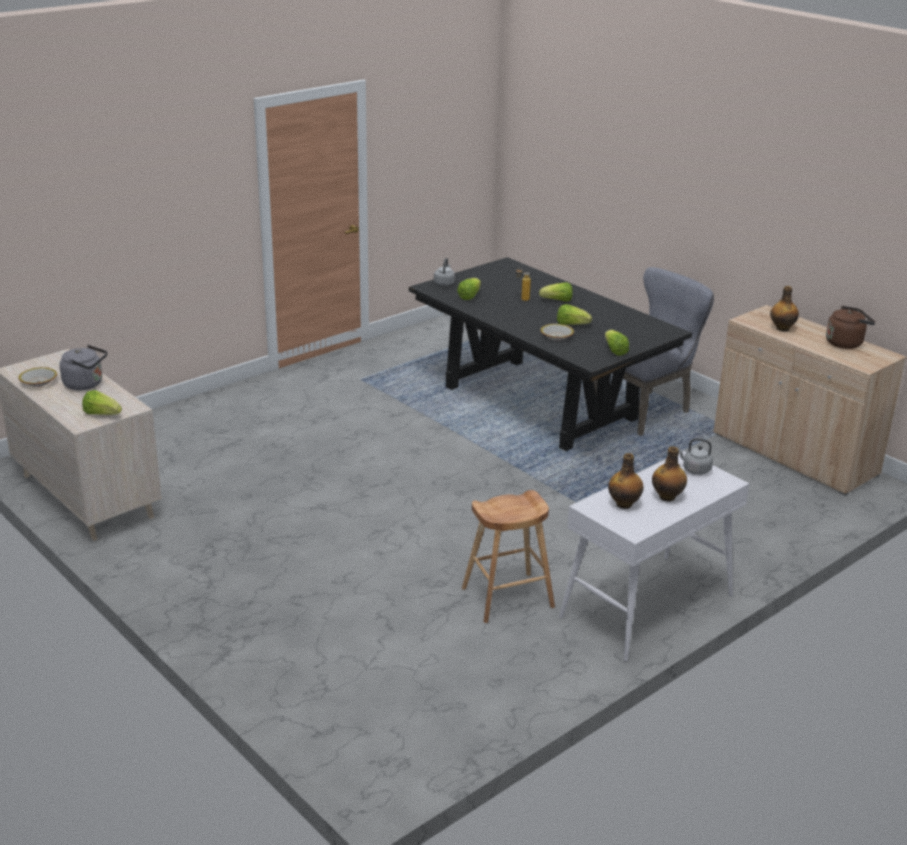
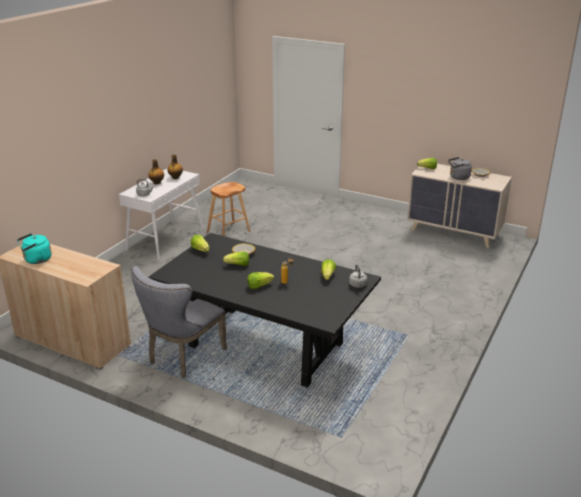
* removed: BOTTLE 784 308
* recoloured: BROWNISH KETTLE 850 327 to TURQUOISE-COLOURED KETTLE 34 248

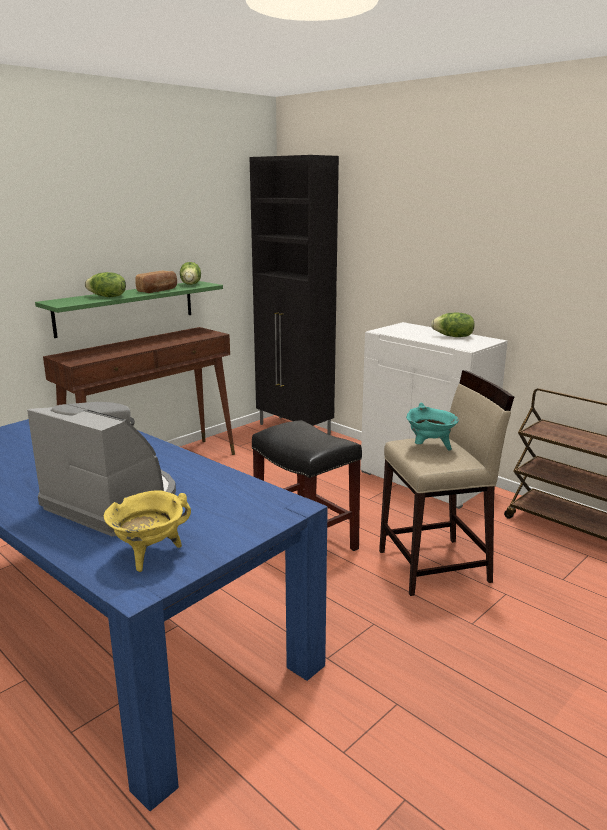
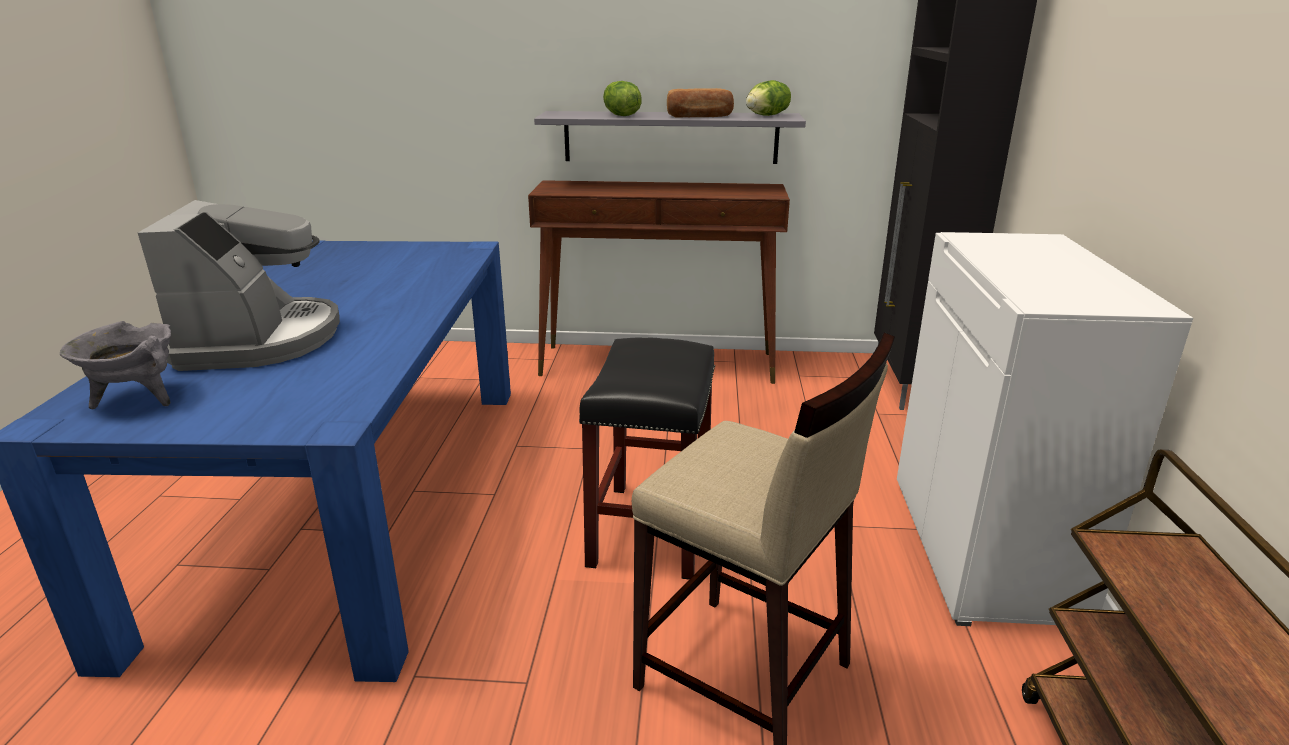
* recoloured: GREEN-COLOURED SHELF 129 309 to GREY SHELF 670 137
* removed: LETTUCE HEAD 453 325
* removed: TURQUOISE-COLOURED COOKING POT 432 426
* recoloured: YELLOW COOKING POT 147 531 to GREY COOKING POT 115 365

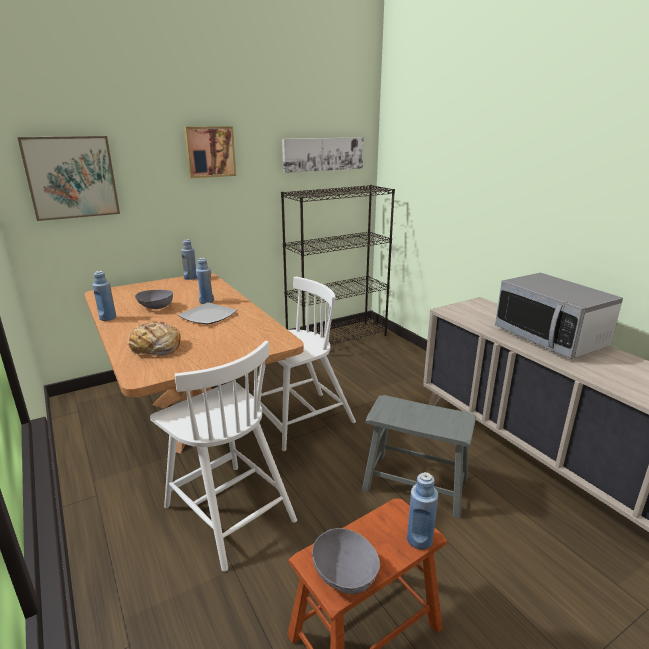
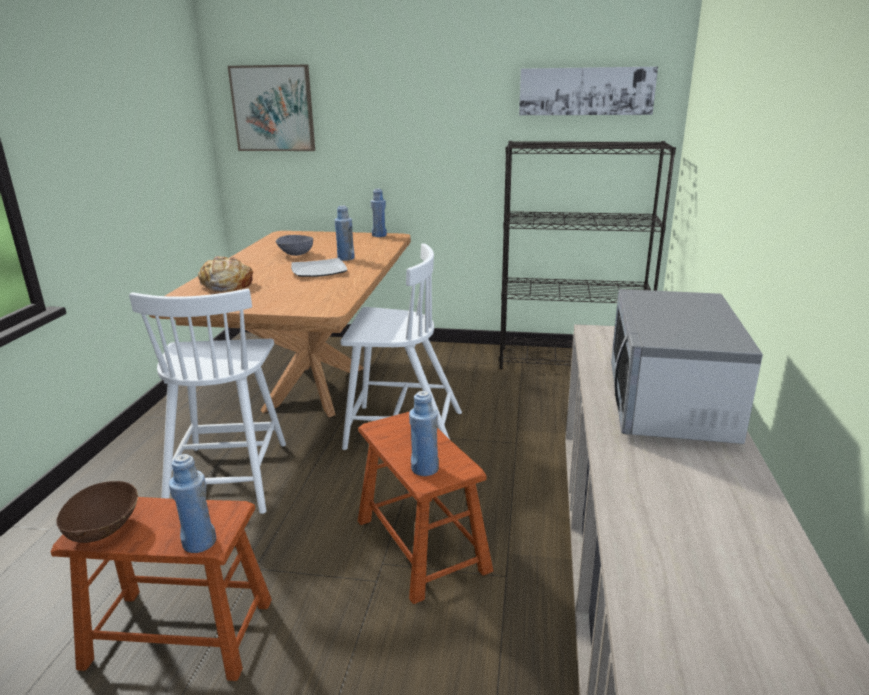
* removed: PICTURE 210 152
* moved: BLUISH BOTTLE 104 296 to 424 433
* recoloured: GREY SITTING STOOL 419 456 to BROWNISH SITTING STOOL 425 508
* recoloured: GREY SERVING BOWL 346 561 to BROWNISH SERVING BOWL 97 512

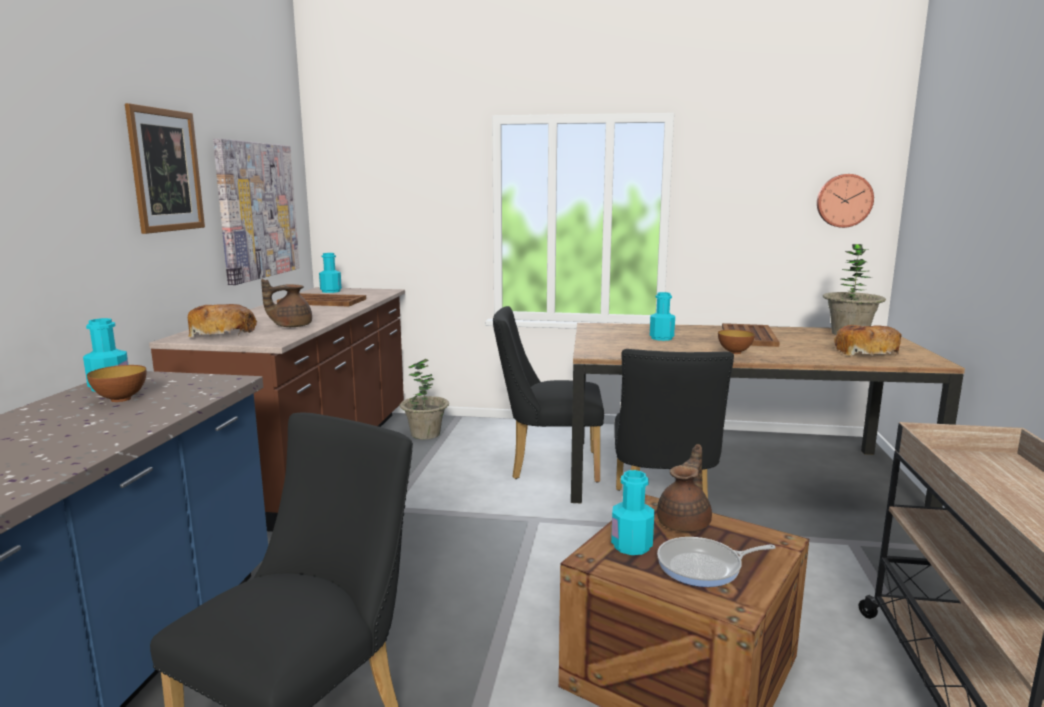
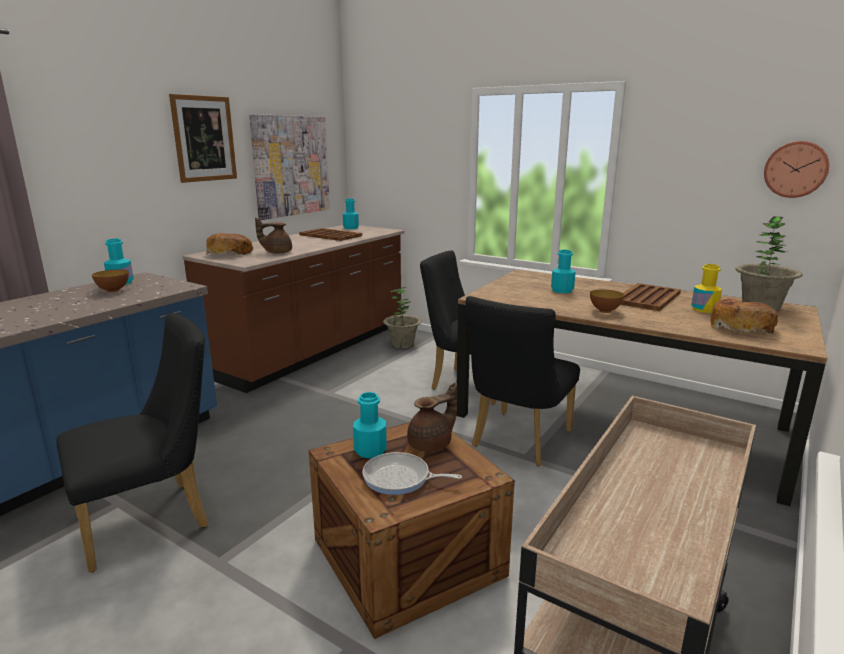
* added: YELLOW BOTTLE 706 288

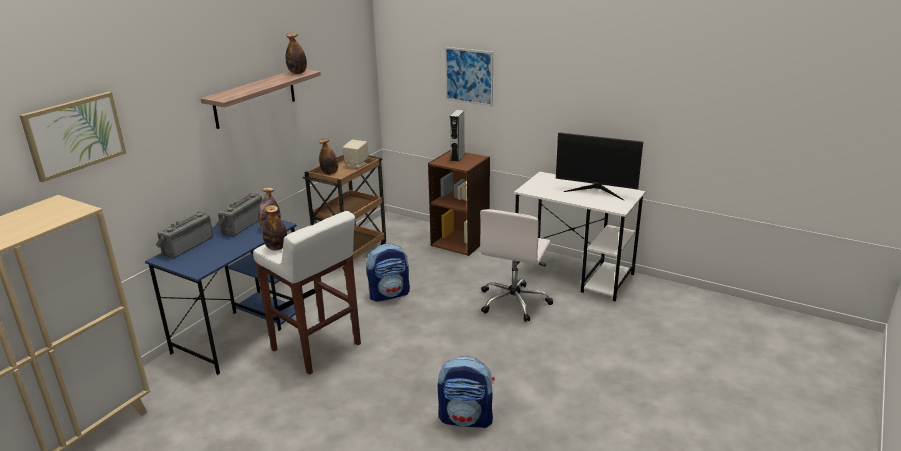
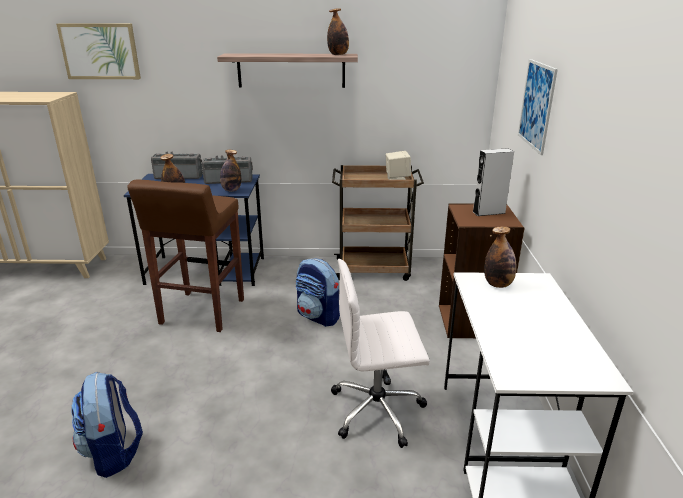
* removed: MONITOR 599 166
* moved: BOTTLE 328 156 to 500 257
* recoloured: WHITE-COLOURED SITTING STOOL 307 293 to BROWNISH SITTING STOOL 185 255

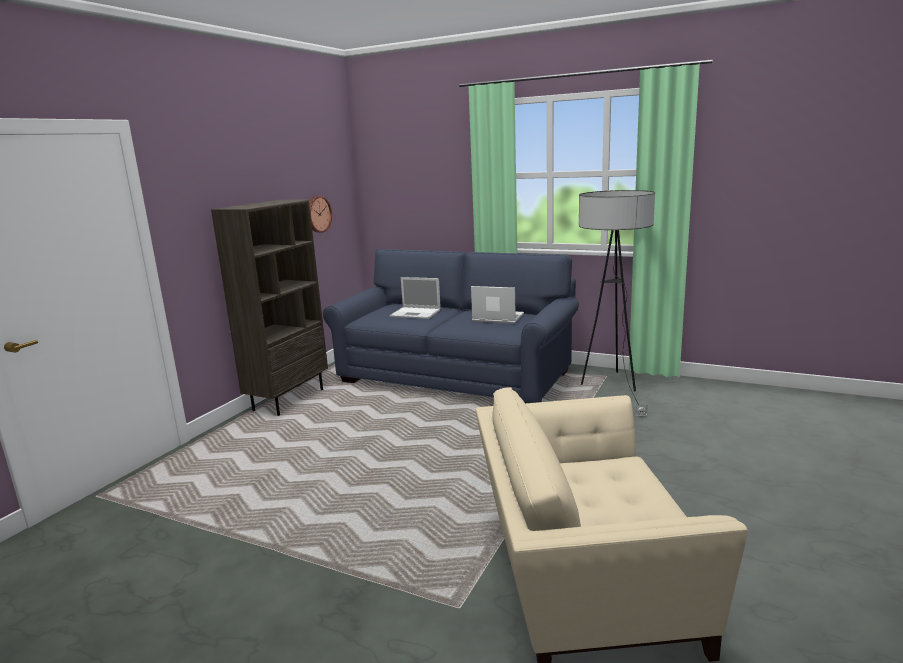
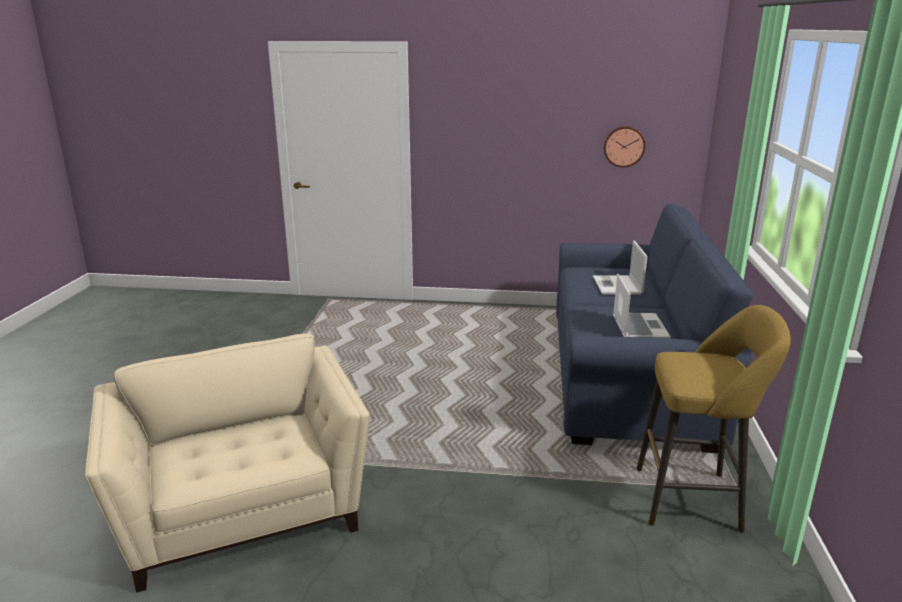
* replaced: STANDING LAMP 617 303 to YELLOW SITTING STOOL 713 418
* removed: BROWNISH BOOKSHELF 269 307

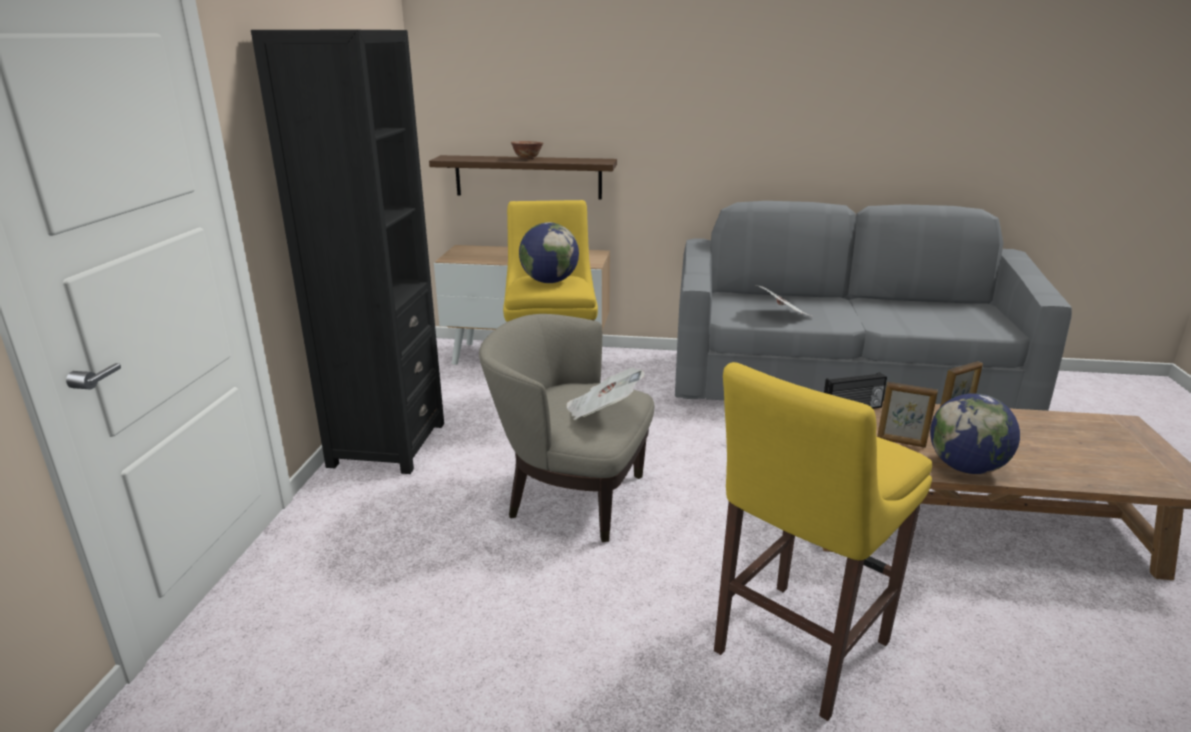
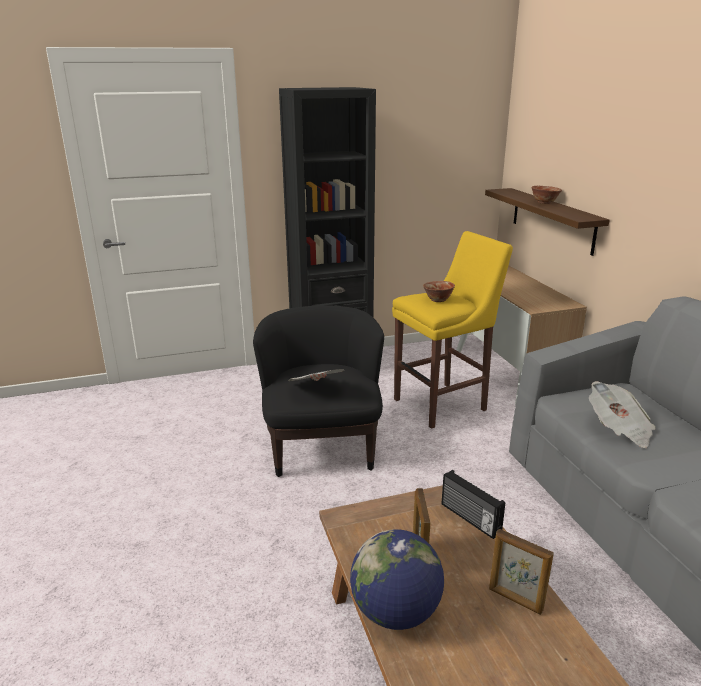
* replaced: DESK GLOBE 549 252 to SERVING BOWL 439 291
* recoloured: BEIGE LOUNGE CHAIR 566 428 to BLACKISH LOUNGE CHAIR 318 391
* removed: YELLOW SITTING STOOL 823 541

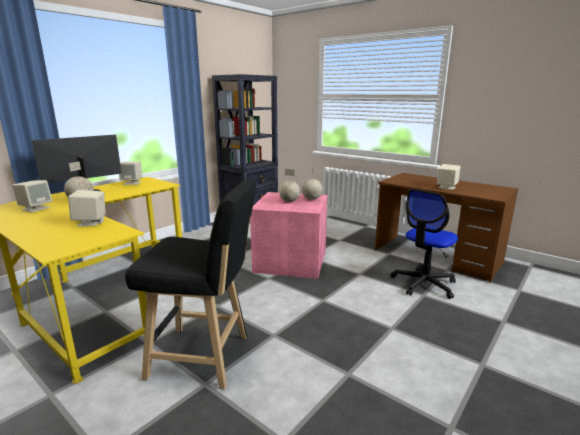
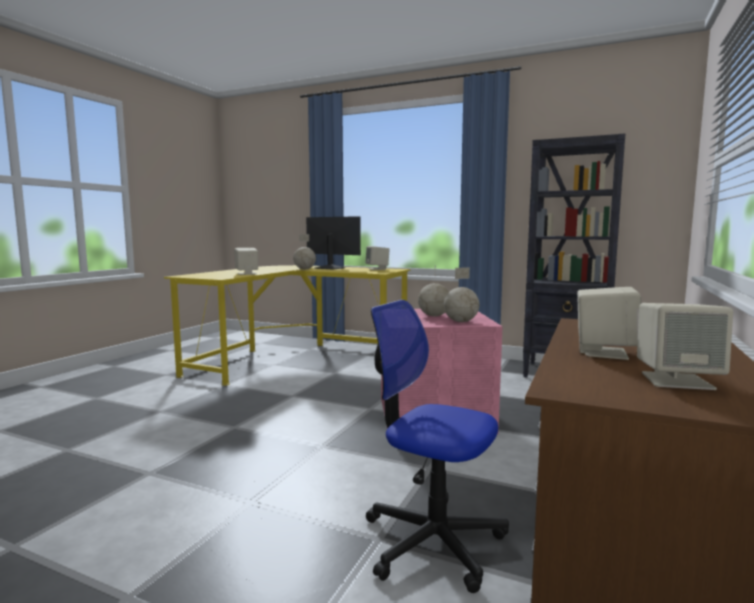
* moved: BEIGE AUDIO SPEAKER 32 196 to 685 346
* removed: BLACKISH SITTING STOOL 190 284

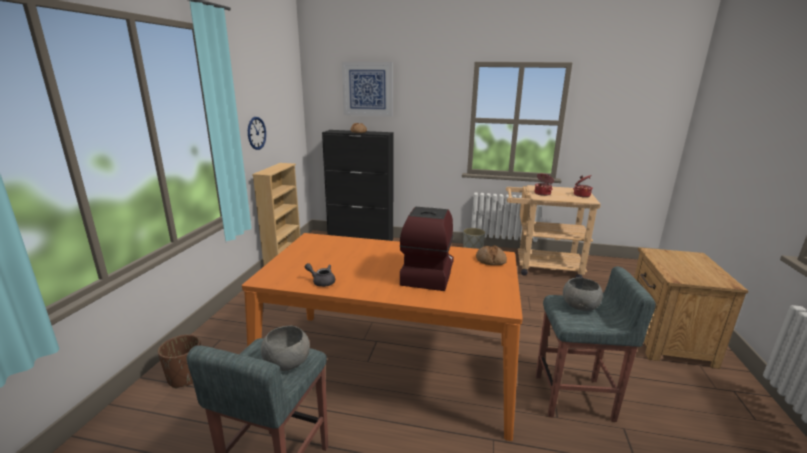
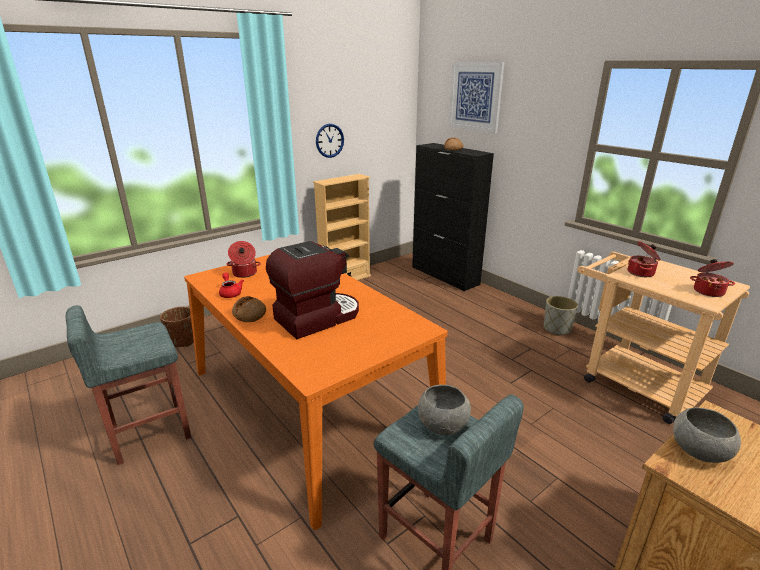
* moved: BAKED BREAD 491 255 to 249 309
* recoloured: GREY TEAPOT 320 275 to RED TEAPOT 231 285
* moved: GREY SERVING BOWL 285 348 to 707 435
* added: COOKING POT 244 259

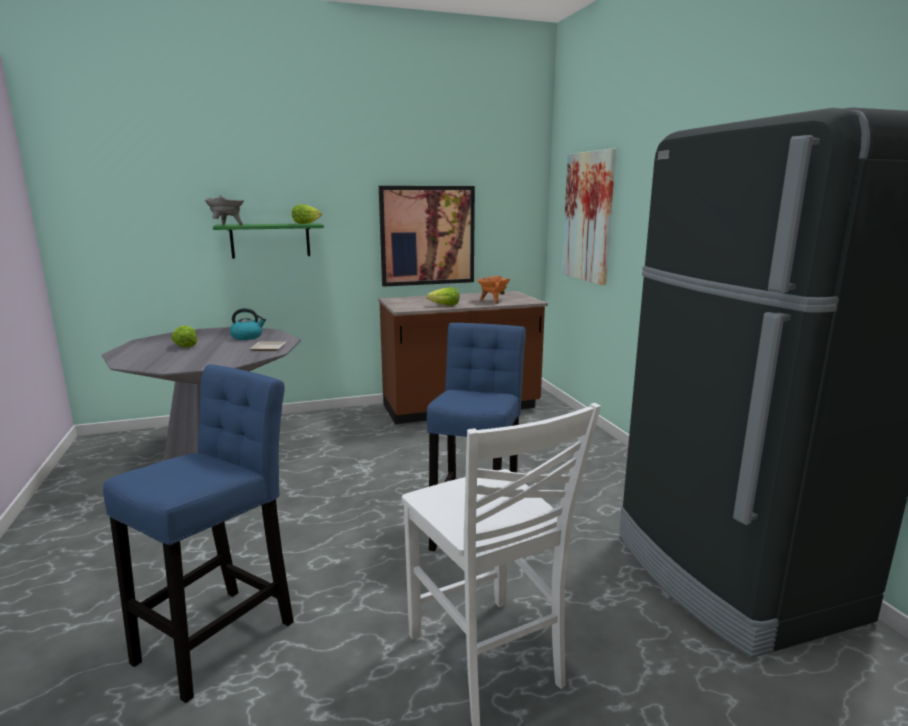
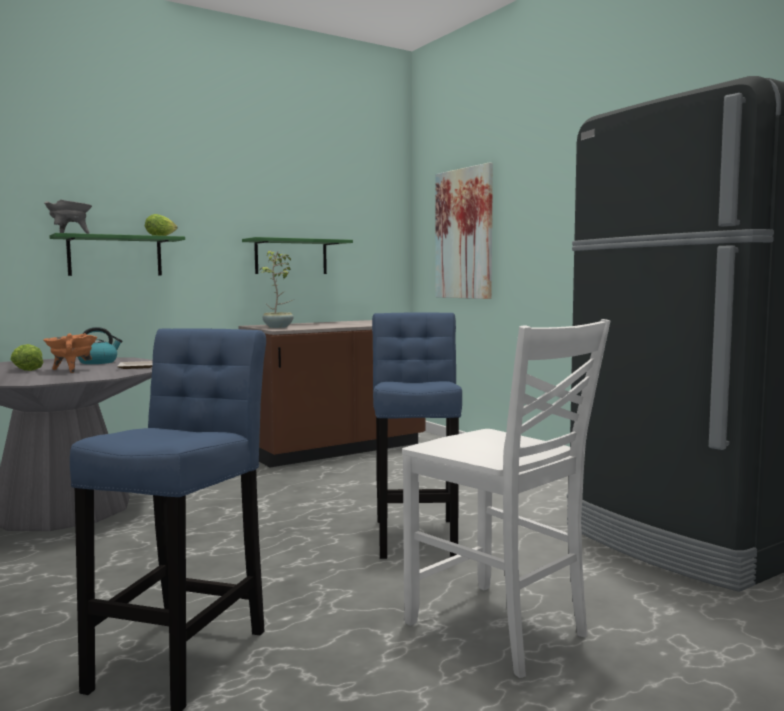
* replaced: PICTURE 427 236 to GREEN-COLOURED SHELF 297 255
* moved: ORANGE COOKING POT 494 290 to 70 353
* removed: LETTUCE HEAD 442 296
* added: POTTED PLANT 277 289

